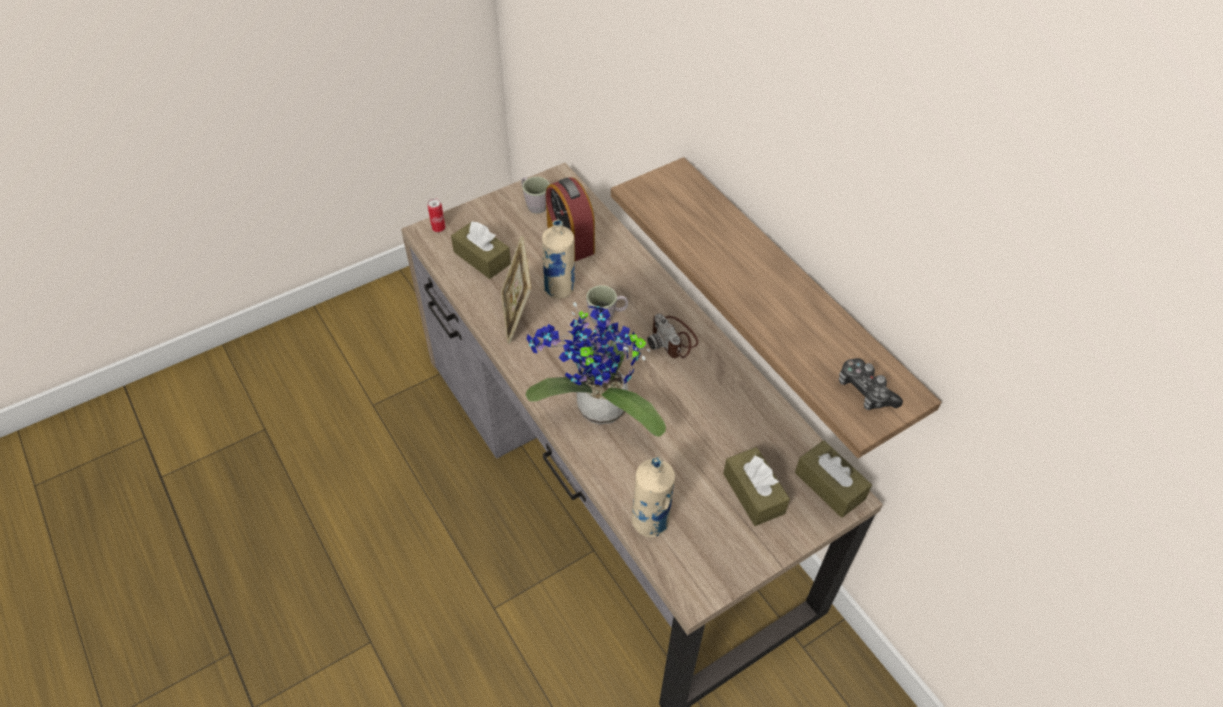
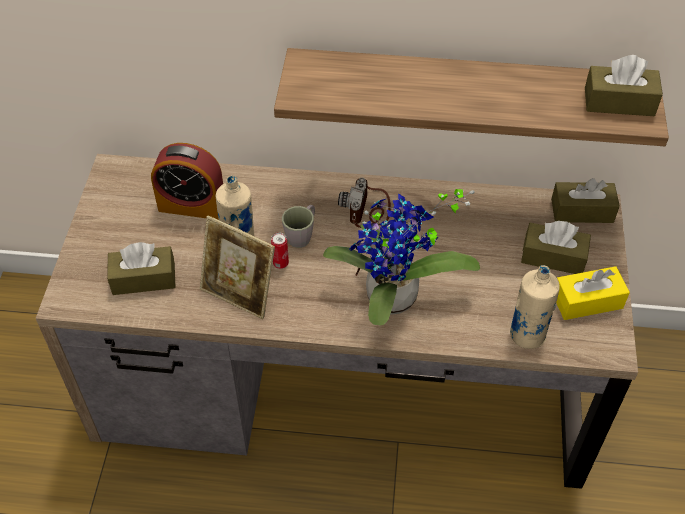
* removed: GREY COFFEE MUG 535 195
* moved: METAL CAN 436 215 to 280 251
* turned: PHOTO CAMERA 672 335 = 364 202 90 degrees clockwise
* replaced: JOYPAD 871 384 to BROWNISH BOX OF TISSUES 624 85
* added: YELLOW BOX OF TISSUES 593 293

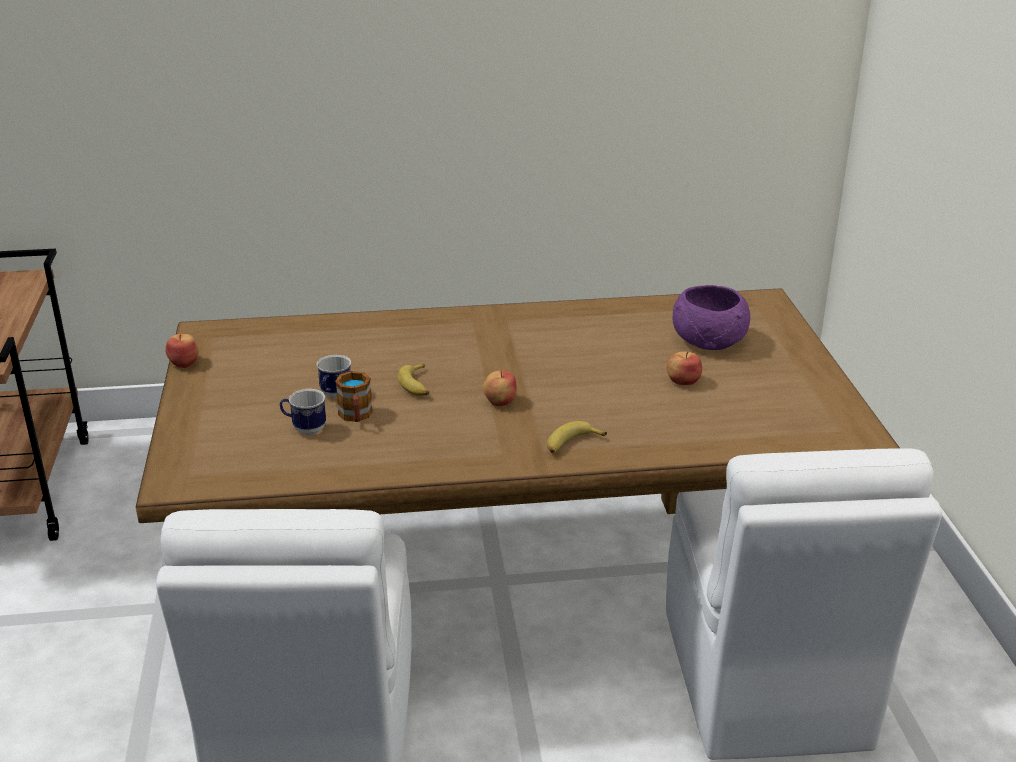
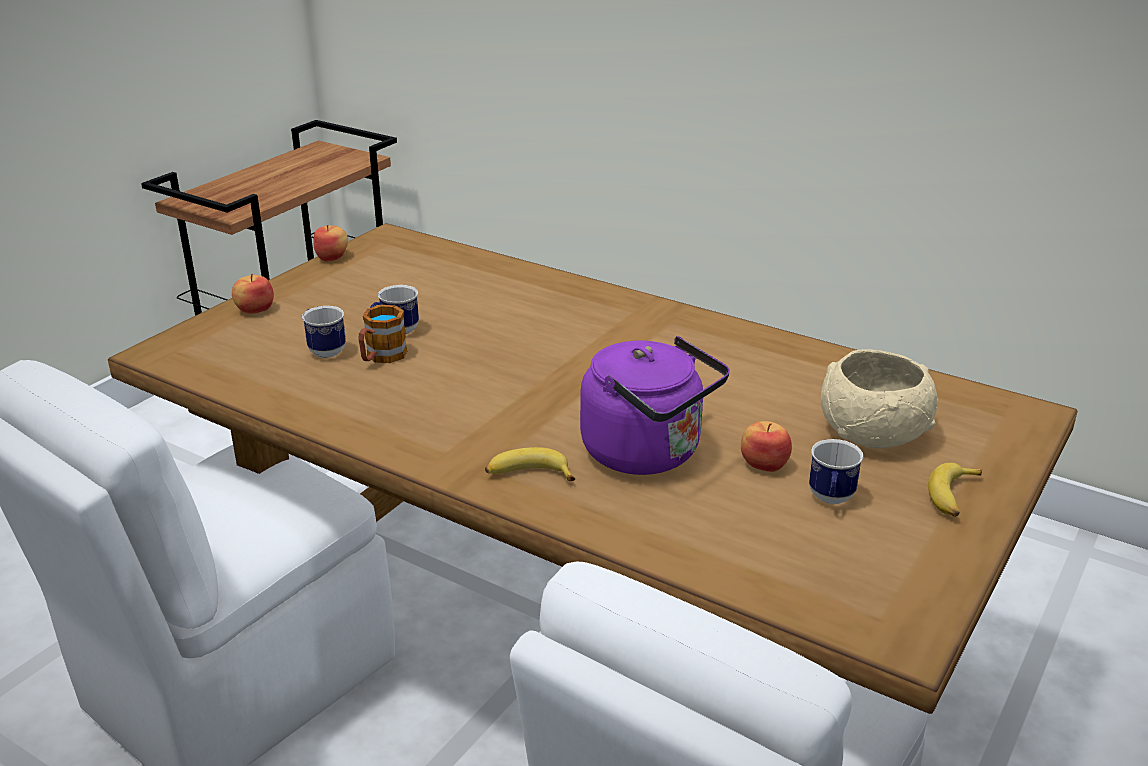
* recoloured: PURPLE SERVING BOWL 711 317 to BEIGE SERVING BOWL 879 399
* moved: WHOLE BANANA 413 379 to 955 490
* moved: APPLE FRUIT 500 388 to 253 294
* added: PURPLE KETTLE 655 405
* added: COFFEE MUG 836 471

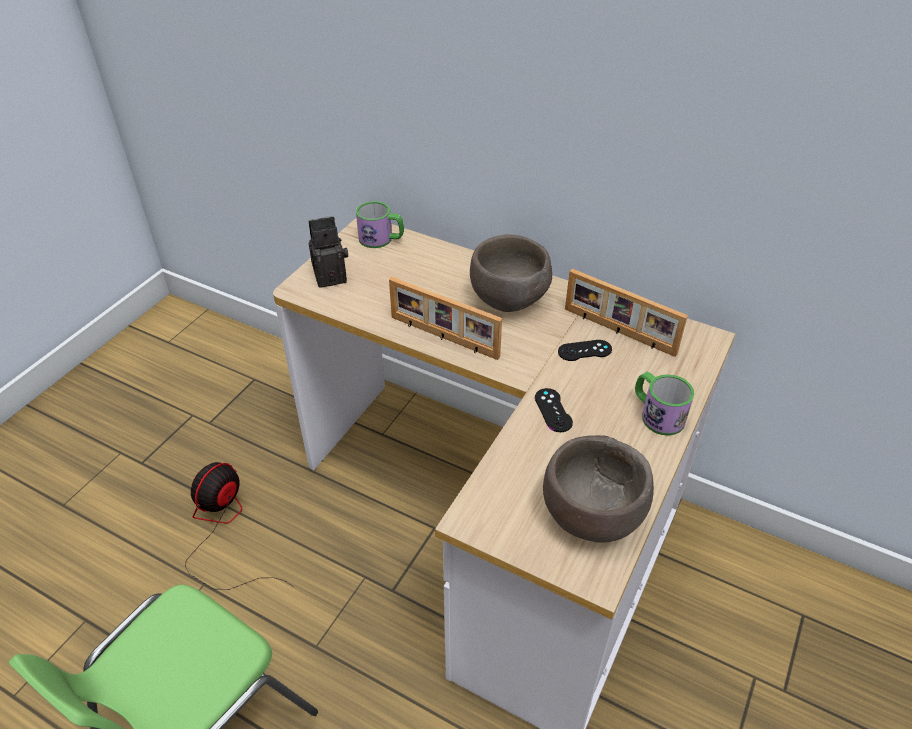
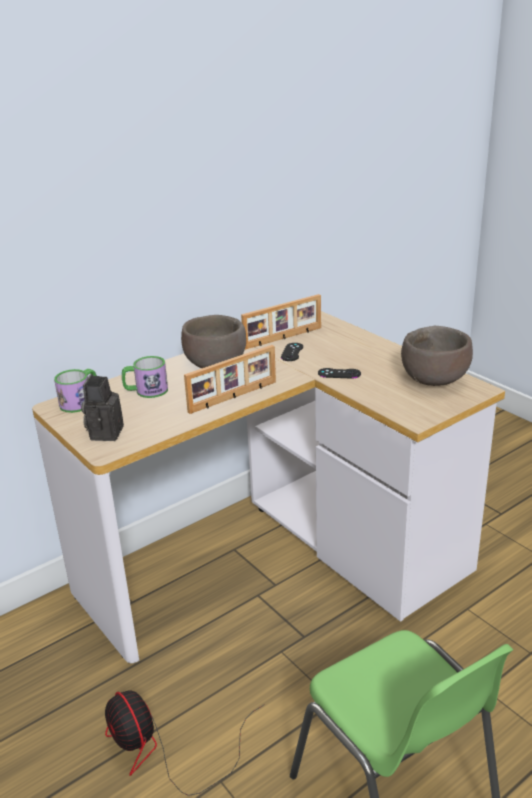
* moved: COFFEE MUG 664 404 to 145 377

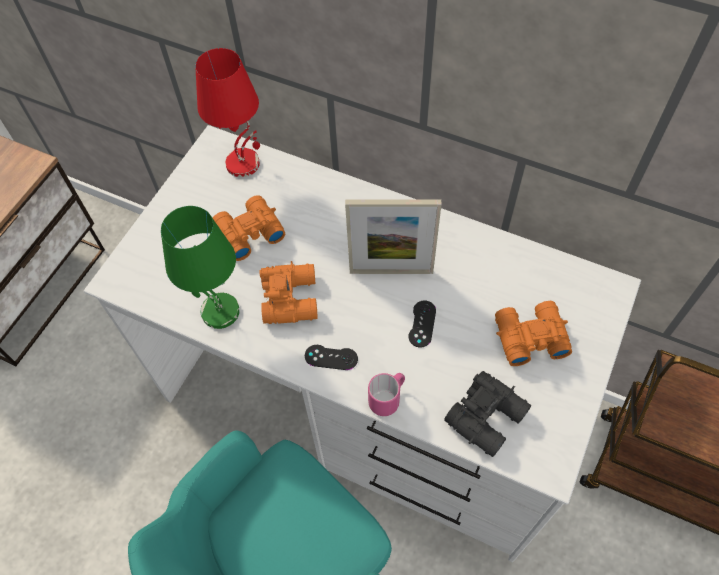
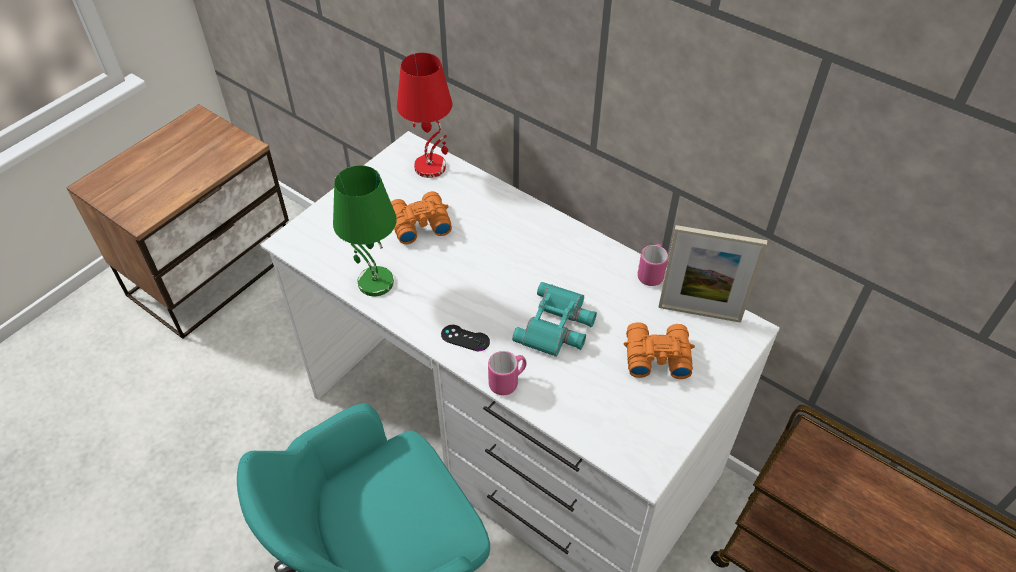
* moved: PICTURE FRAME 393 236 to 712 274
* removed: ORANGE BINOCULARS 288 292
* replaced: BLACKISH JOYPAD 422 324 to TURQUOISE-COLOURED BINOCULARS 554 319
* removed: BLACKISH BINOCULARS 487 414
* added: PINK COFFEE MUG 652 265

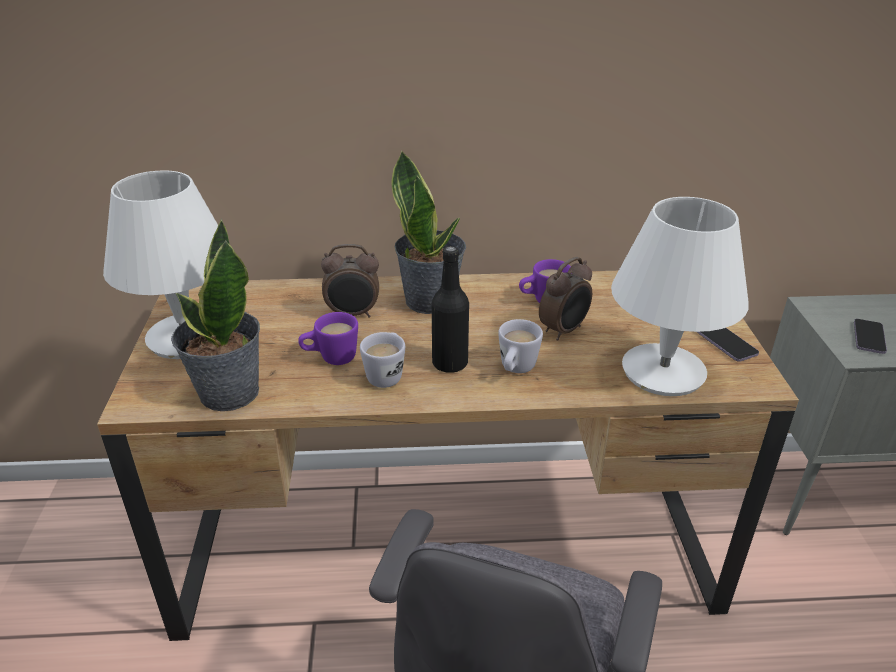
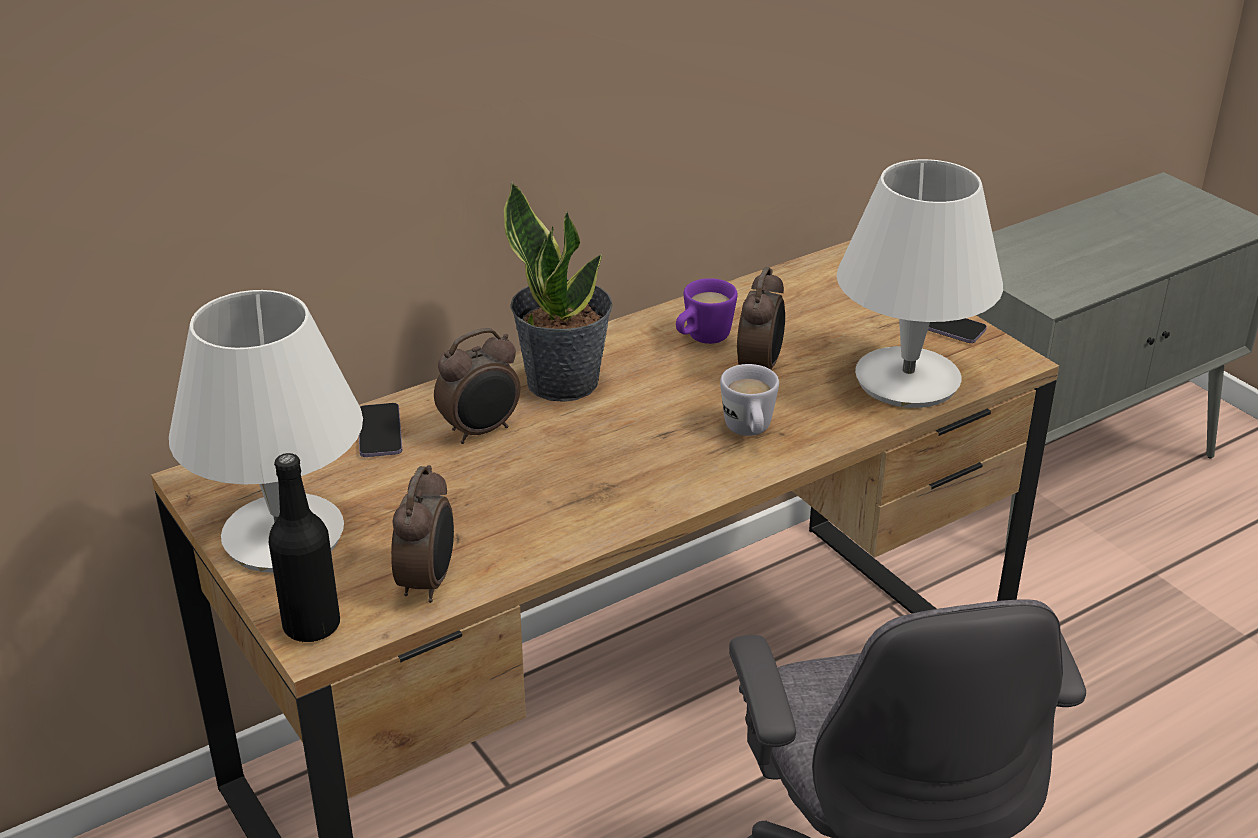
* replaced: POTTED PLANT 215 315 to BEDSIDE CLOCK 422 534
* moved: BLACKISH BOTTLE 450 309 to 304 547
* removed: PURPLE COFFEE MUG 328 338
* moved: PHONE 870 336 to 380 430
* removed: WHITE-COLOURED COFFEE MUG 382 360

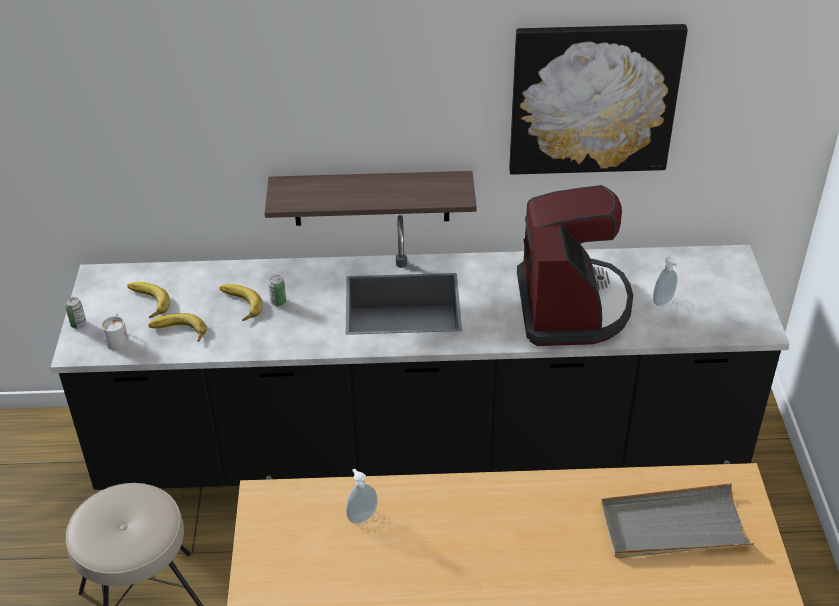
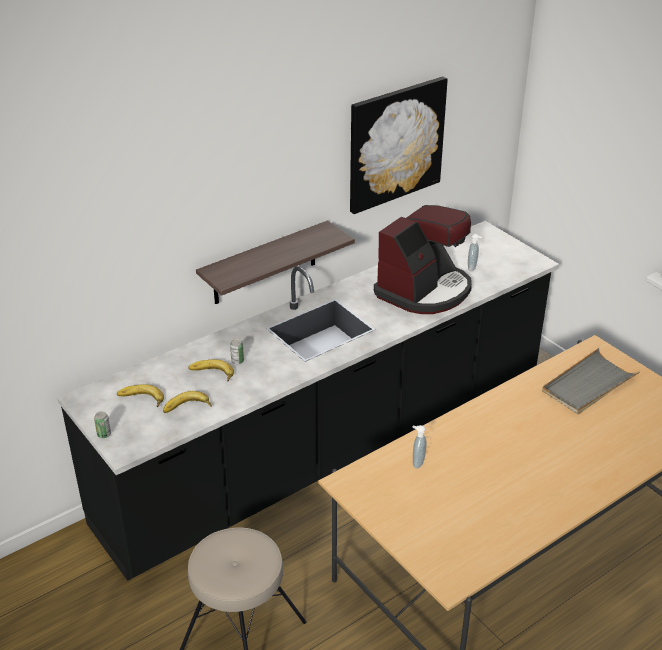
* turned: COFFEE BREWER 575 265 = 423 259 75 degrees clockwise
* removed: WHITE-COLOURED COFFEE MUG 115 332

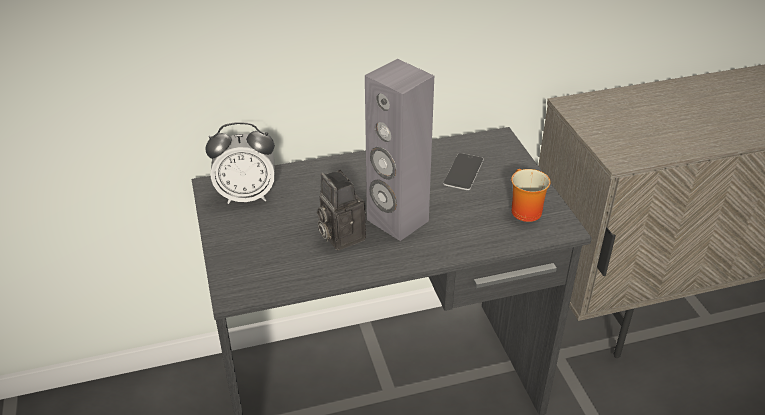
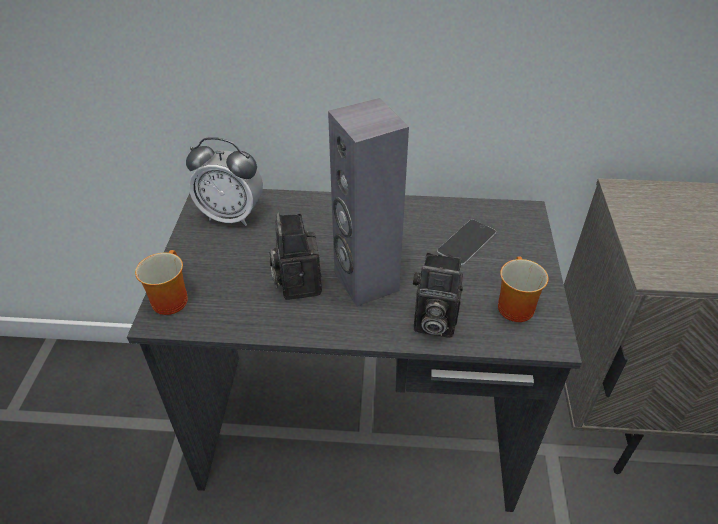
* added: COFFEE MUG 161 282
* added: PHOTO CAMERA 438 295

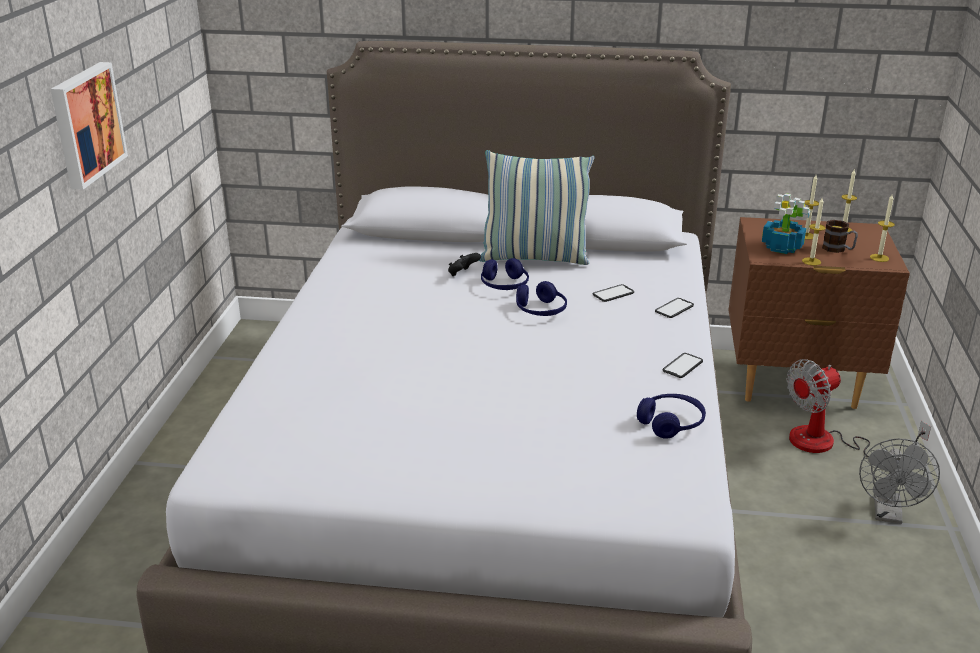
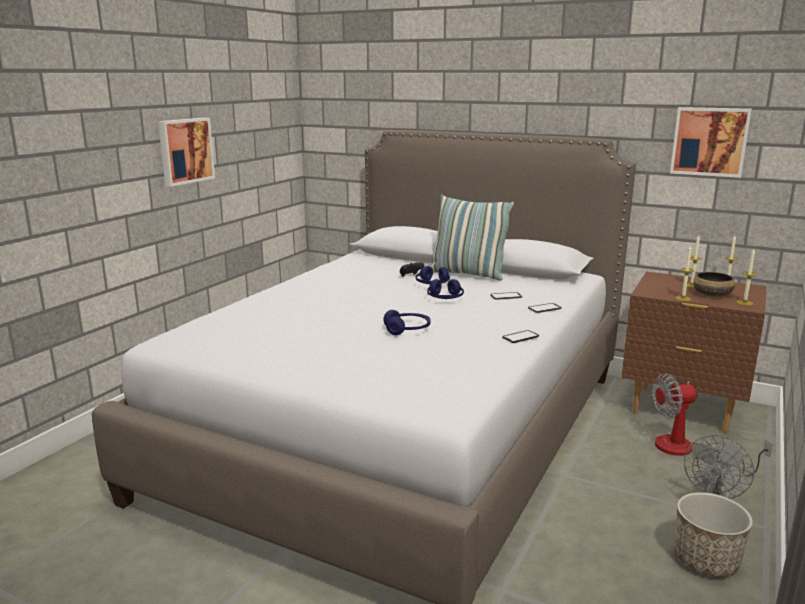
* removed: POTTED PLANT 786 223
* replaced: COFFEE MUG 840 236 to SERVING BOWL 714 284
* moved: BLUISH HEADPHONES 671 416 to 407 322
* added: PICTURE 711 142
* added: PLANTER 713 534

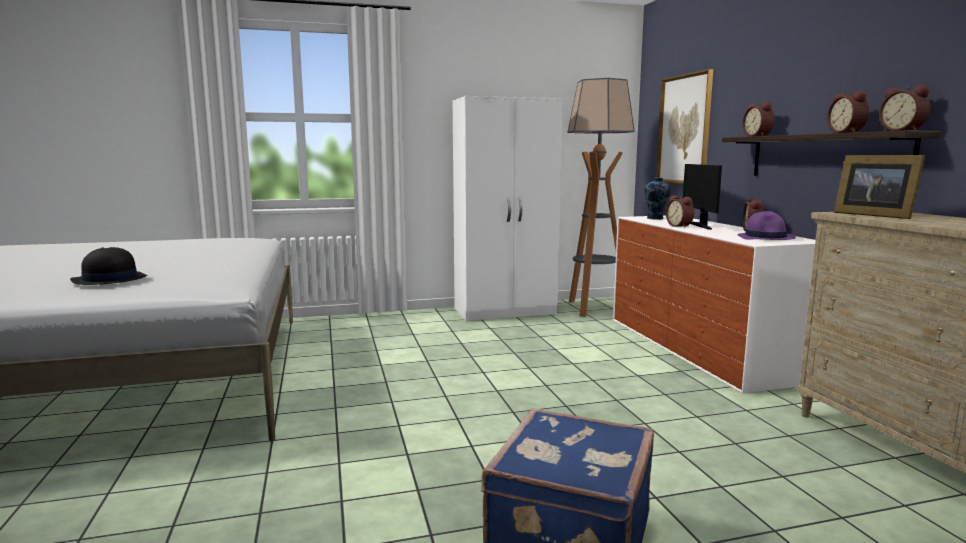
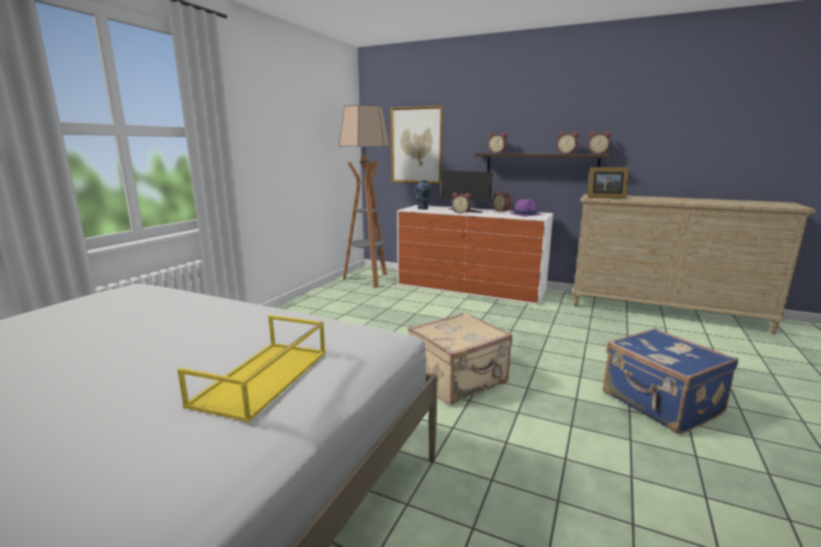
* removed: WHITE-COLOURED WARDROBE 508 208
* replaced: BLACKISH WEARABLE HAT 108 266 to YELLOW TRAY 251 369
* added: BEIGE SUITCASE 460 358

